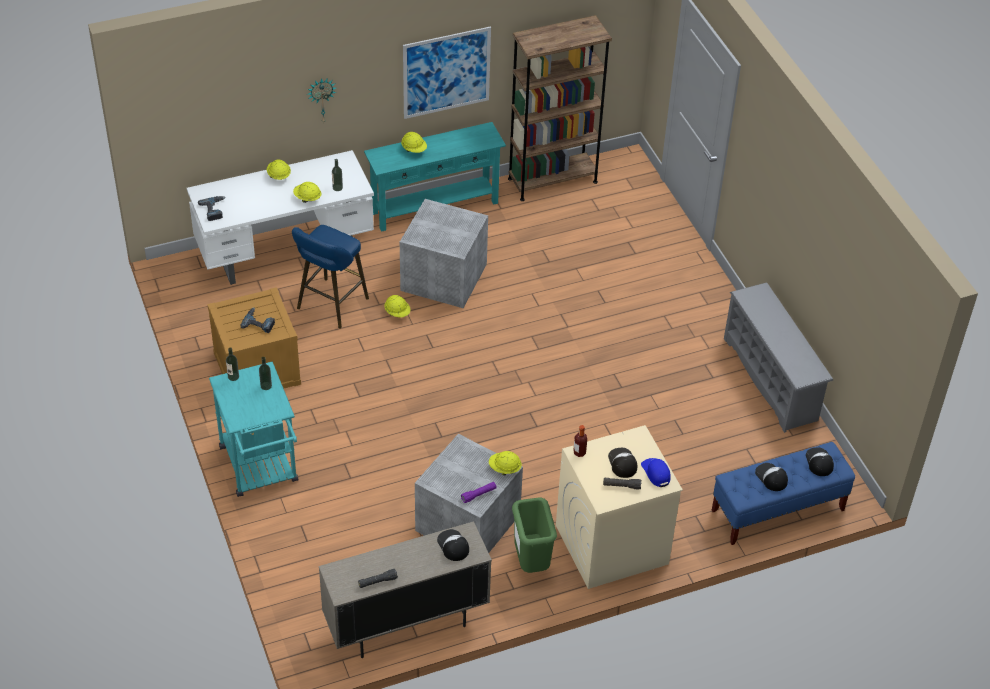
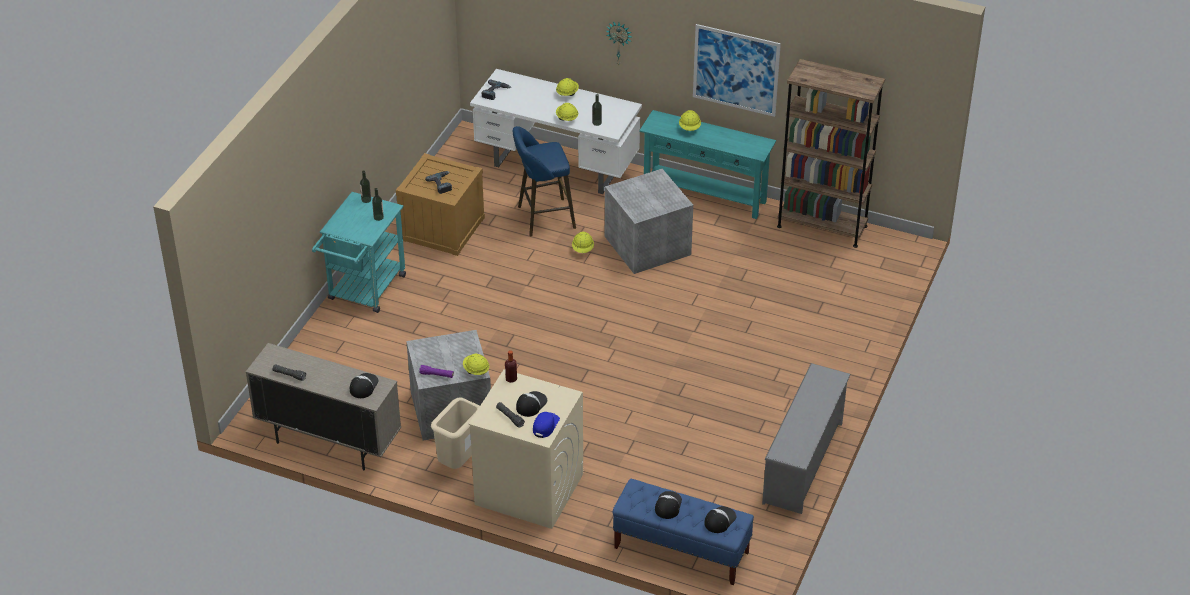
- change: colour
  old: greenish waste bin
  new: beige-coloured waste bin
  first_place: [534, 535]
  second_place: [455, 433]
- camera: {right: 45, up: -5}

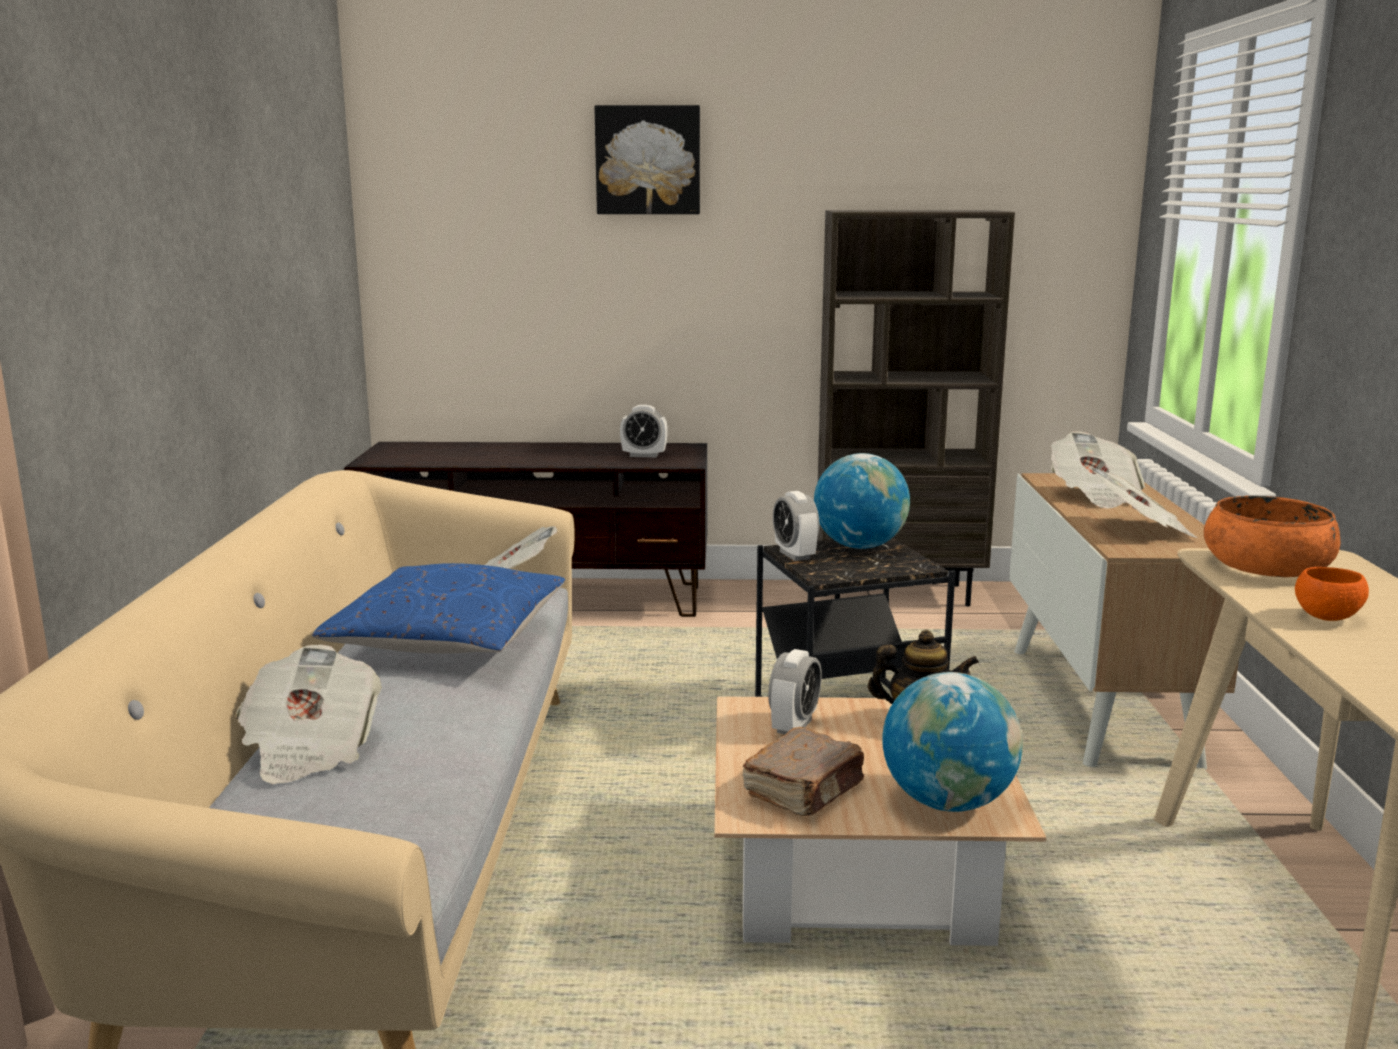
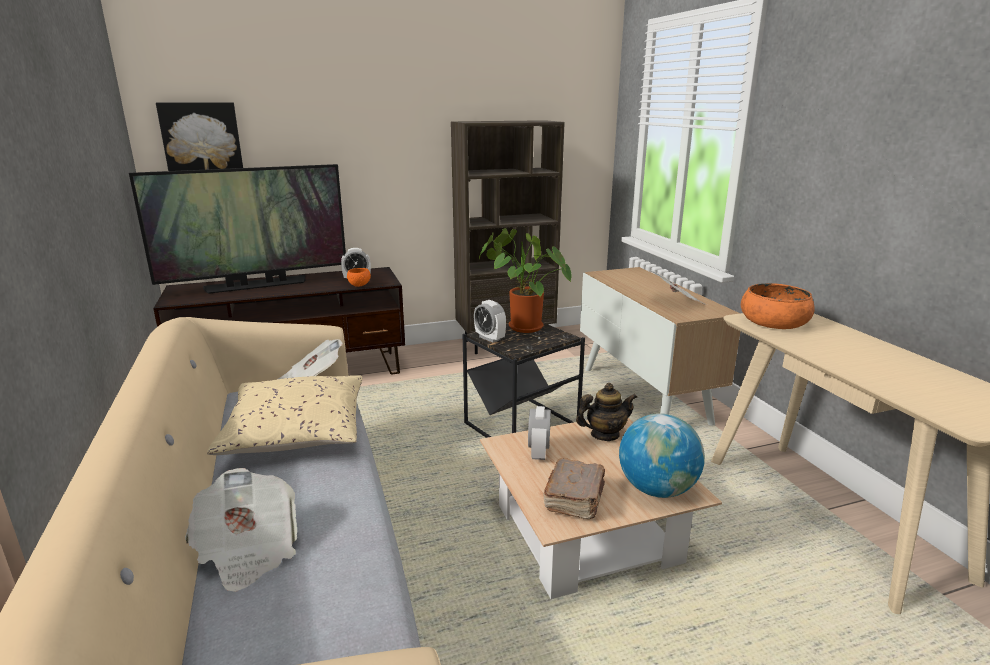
- change: relocated
  old: wall picture
  first_place: [647, 159]
  second_place: [199, 136]
- change: missing
  old: newspaper
  first_place: [1098, 469]
- change: exchanged
  old: globe
  new: houseplant
  first_place: [862, 501]
  second_place: [525, 280]
- change: colour
  old: blue-coloured throw pillow
  new: beige-coloured throw pillow
  first_place: [438, 608]
  second_place: [284, 415]
- change: relocated
  old: orangey serving bowl
  first_place: [1332, 594]
  second_place: [359, 277]
- change: appeared
  new: TV
  second_place: [237, 229]
- camera: {right: -20, up: 5}

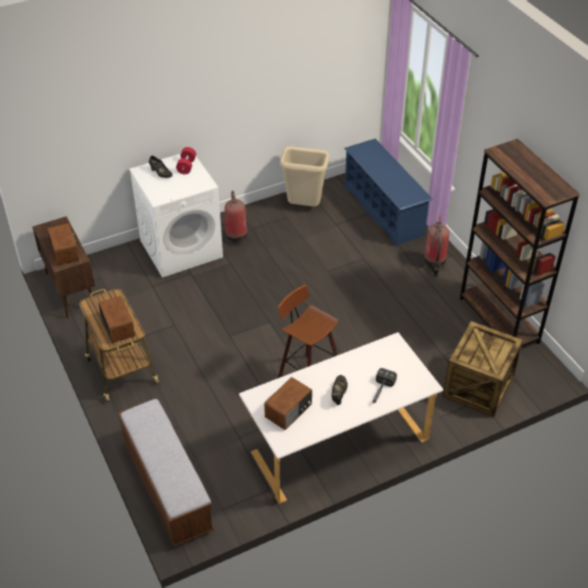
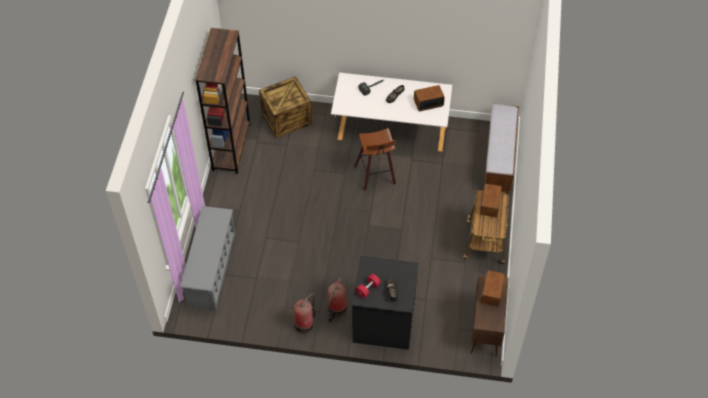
- change: colour
  old: blue-coloured shoe shelf
  new: gray shoe shelf
  first_place: [388, 193]
  second_place: [208, 258]
- change: missing
  old: beige-coloured waste bin
  first_place: [305, 176]
- change: colour
  old: white-coloured laundry appliance
  new: black laundry appliance
  first_place: [176, 216]
  second_place: [385, 303]
- change: relocated
  old: extinguisher
  first_place: [436, 246]
  second_place: [305, 313]
- camera: {right: -145, up: 10}

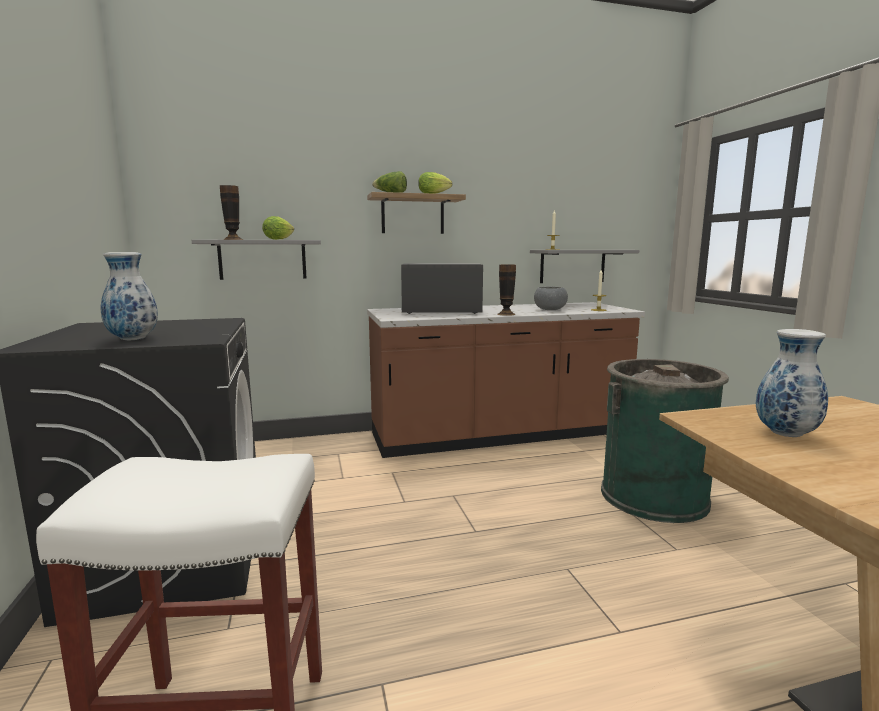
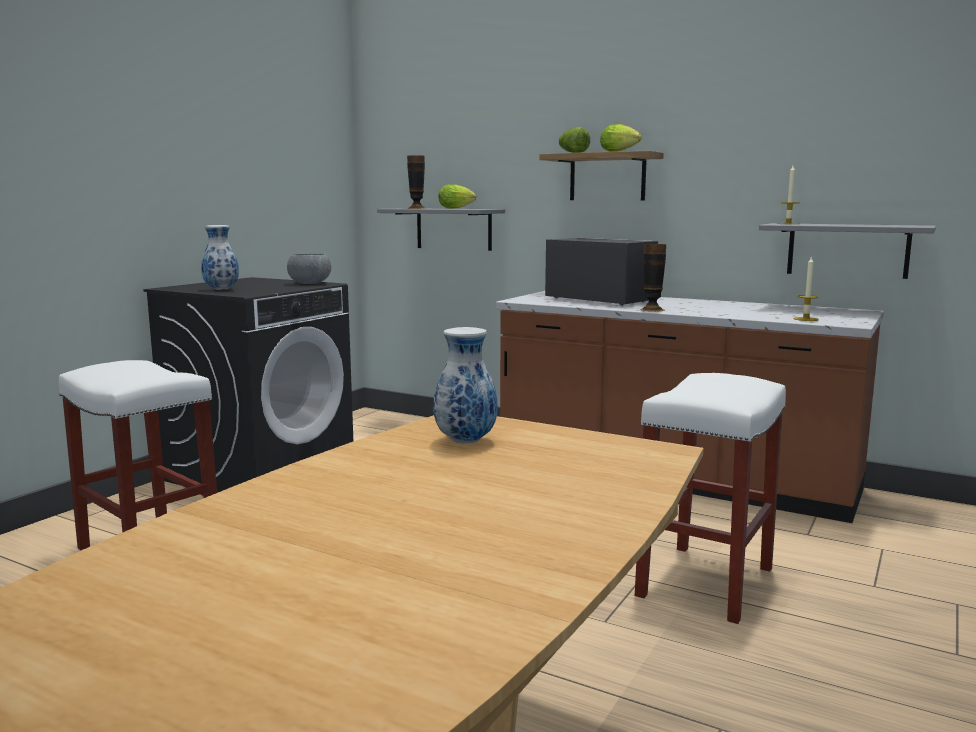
- change: relocated
  old: gray serving bowl
  first_place: [551, 298]
  second_place: [309, 268]
- change: exchanged
  old: greenish waste bin
  new: white-coloured stool
  first_place: [665, 441]
  second_place: [710, 498]
- camera: {right: 45, up: 0}

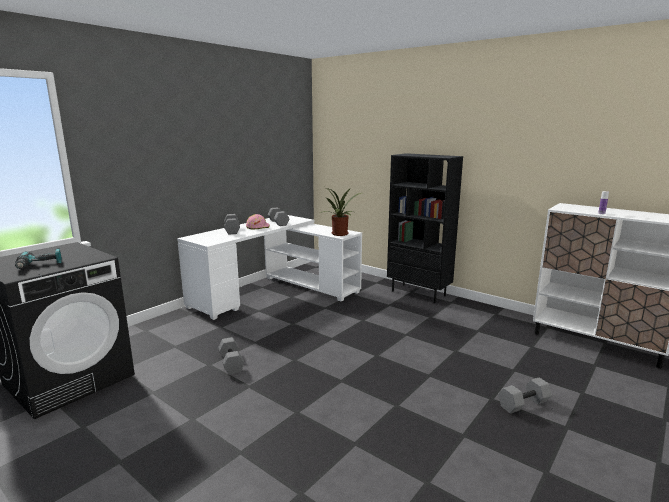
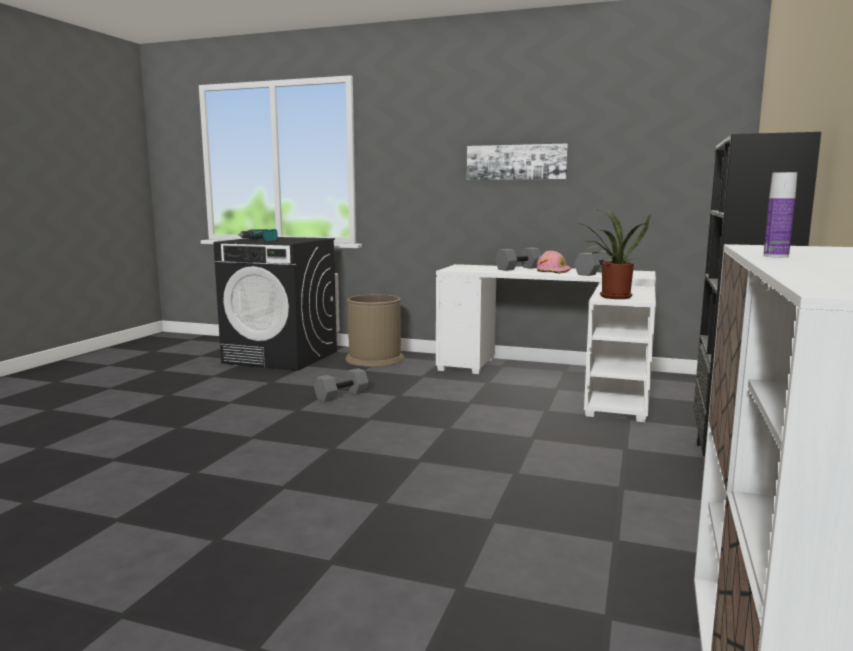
- change: missing
  old: gray dumbbell
  first_place: [525, 395]
- change: appeared
  new: wall picture
  second_place: [517, 162]
- change: appeared
  new: brown waste bin
  second_place: [375, 331]
- camera: {right: 70, up: -5}

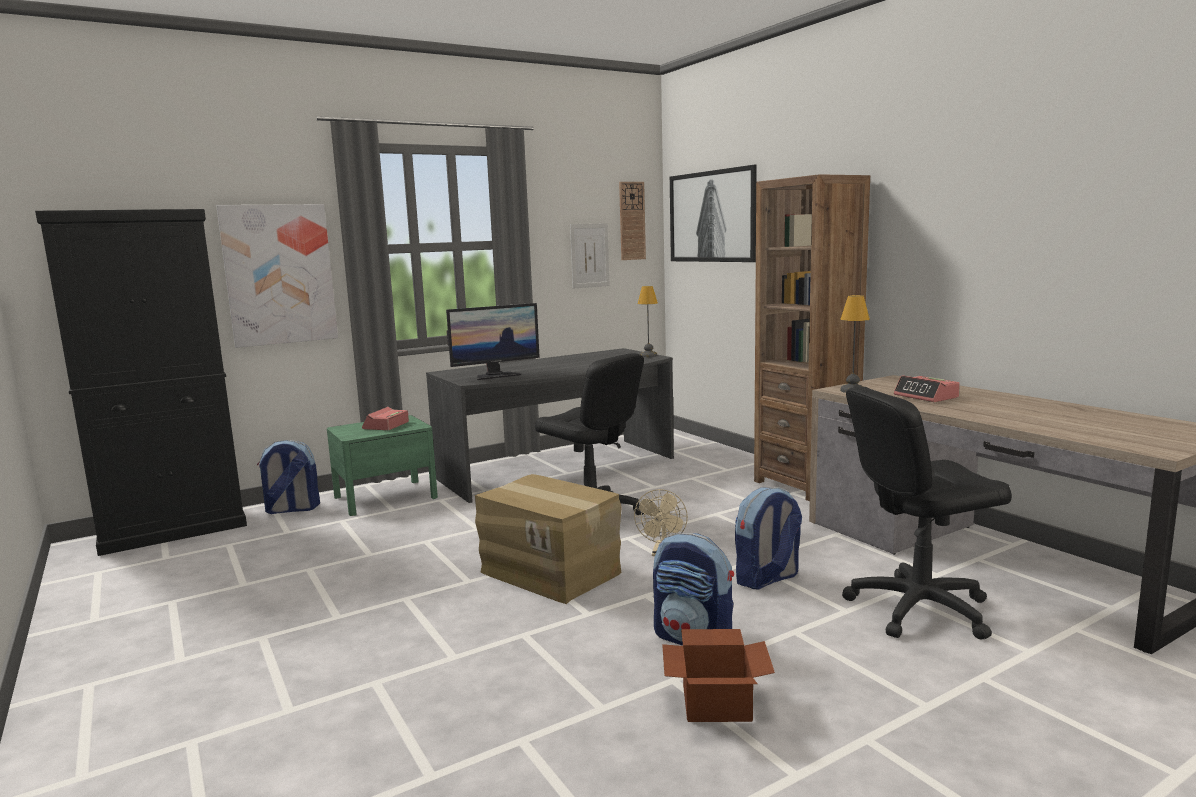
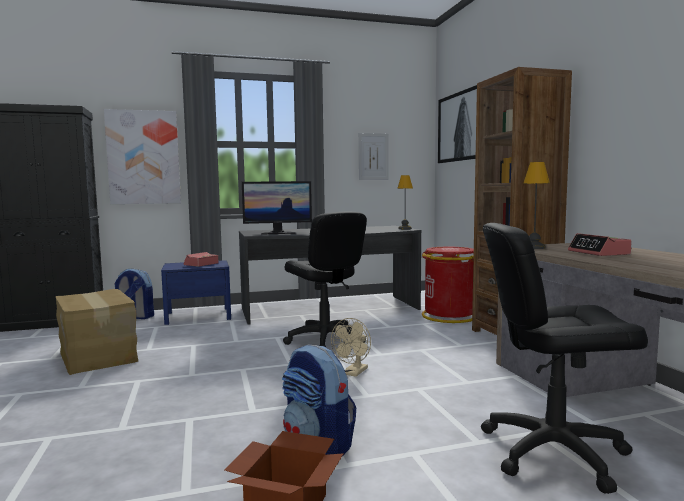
- change: missing
  old: clock on the wall
  first_place: [632, 221]
- change: colour
  old: greenish bedside table
  new: blue-coloured bedside table
  first_place: [382, 465]
  second_place: [196, 292]
- change: relocated
  old: packing box
  first_place: [548, 539]
  second_place: [97, 332]
- change: missing
  old: rucksack
  first_place: [768, 538]
- change: appeared
  new: red waste bin
  second_place: [448, 285]
- camera: {right: 15, up: -5}

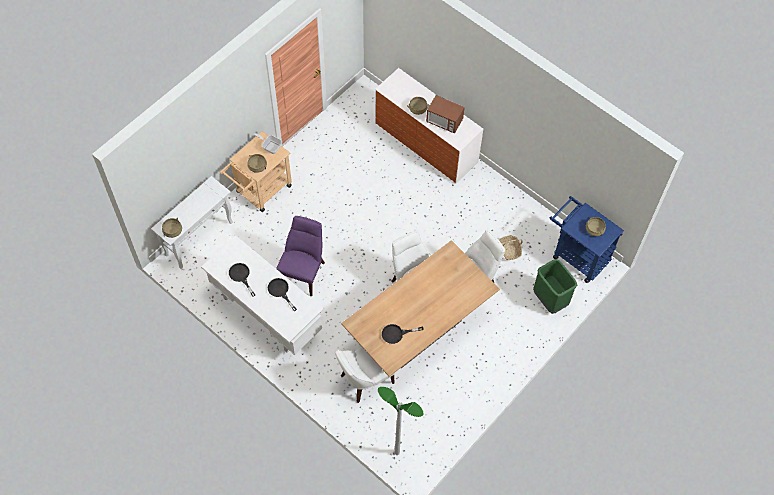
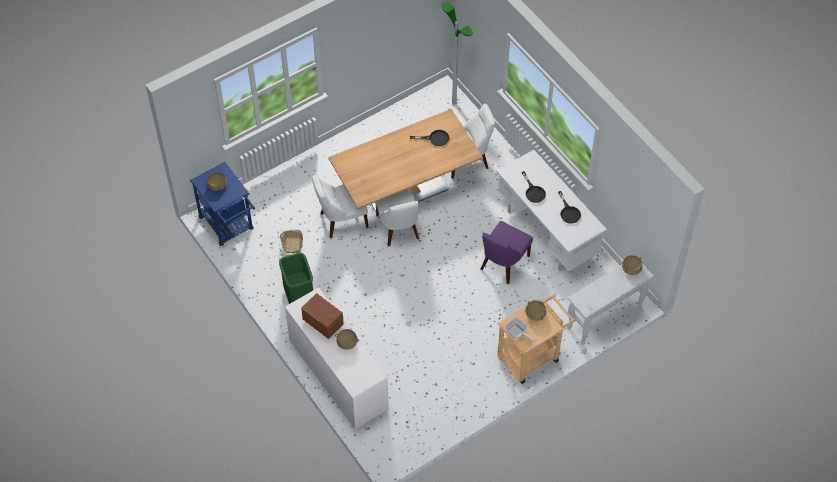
- change: relocated
  old: greenish waste bin
  first_place: [555, 286]
  second_place: [296, 278]
- camera: {right: -165, up: -5}

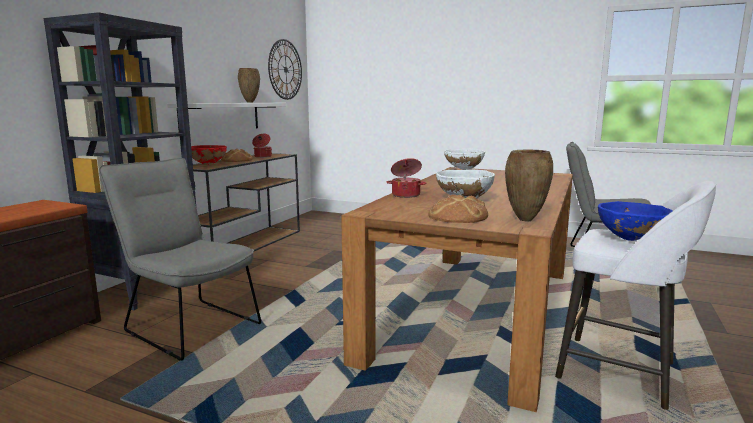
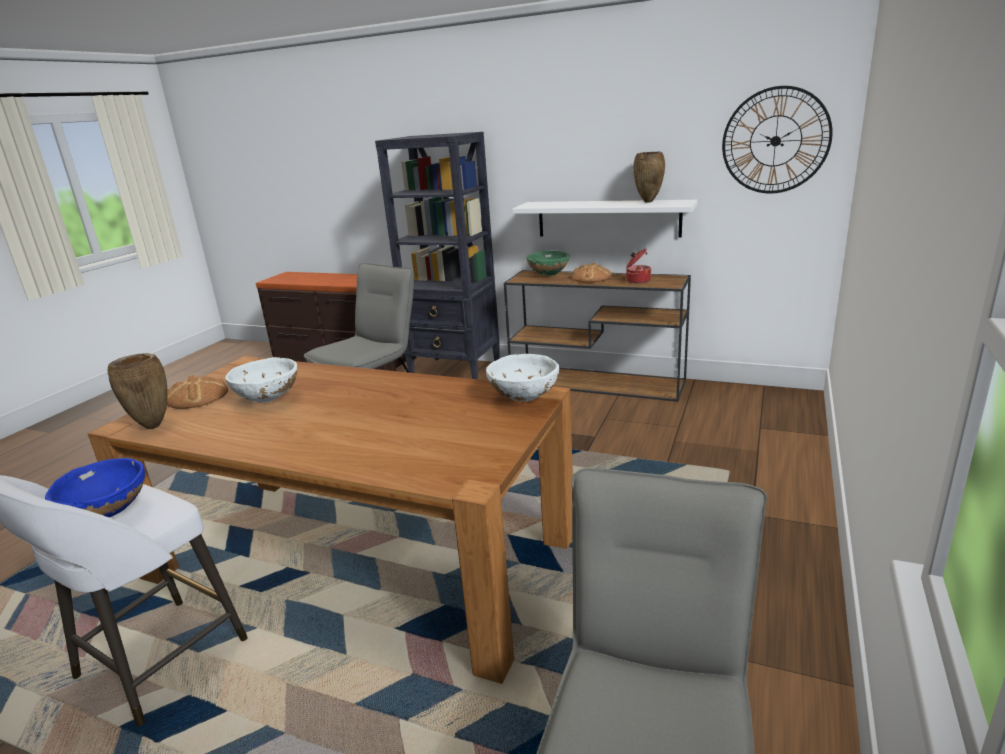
- change: colour
  old: red serving bowl
  new: greenish serving bowl
  first_place: [209, 155]
  second_place: [547, 263]
- change: missing
  old: stockpot
  first_place: [406, 178]
- camera: {right: 90, up: 10}

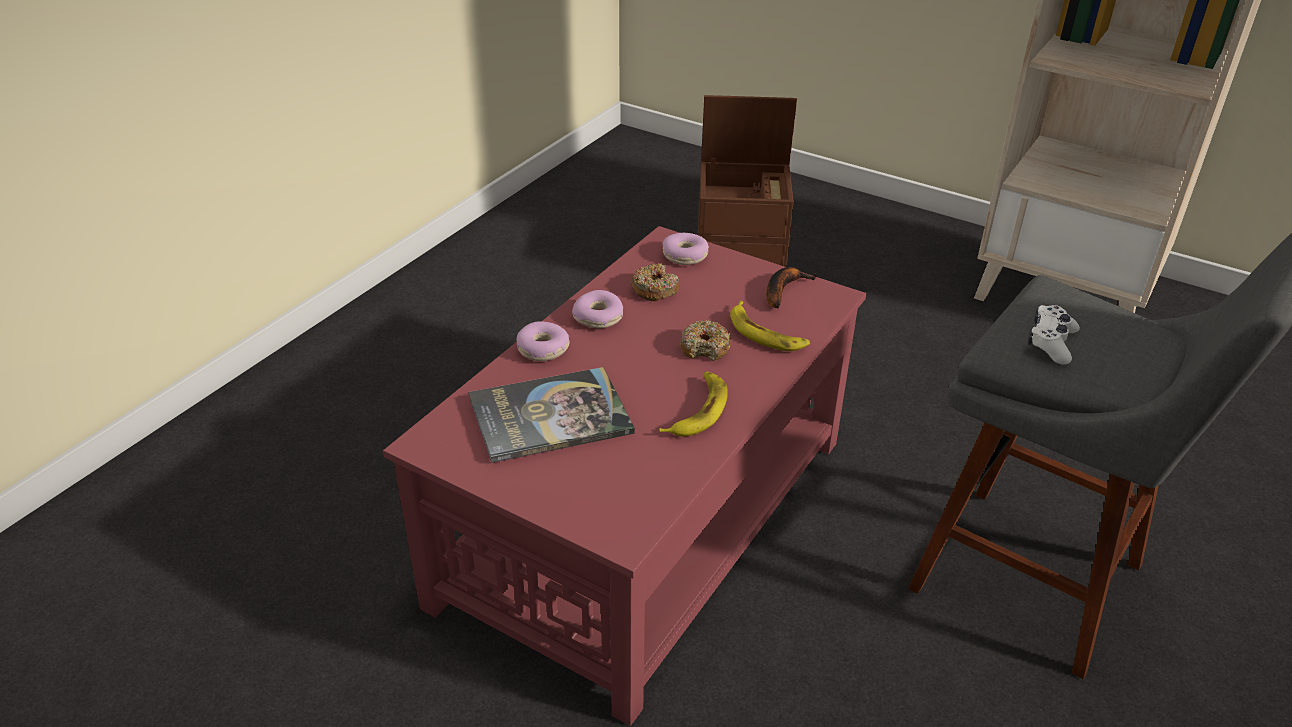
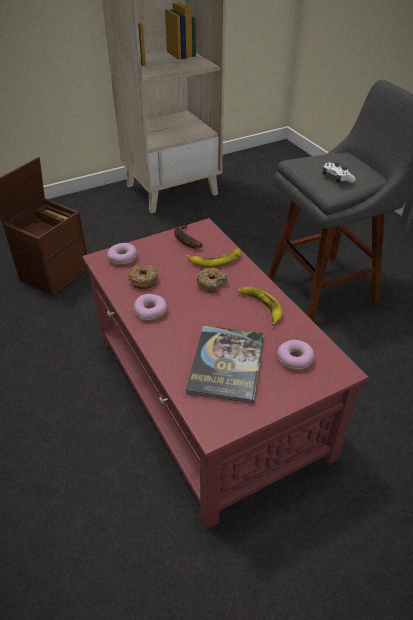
- change: relocated
  old: donut
  first_place: [543, 341]
  second_place: [295, 355]
- camera: {right: -60, up: 5}

